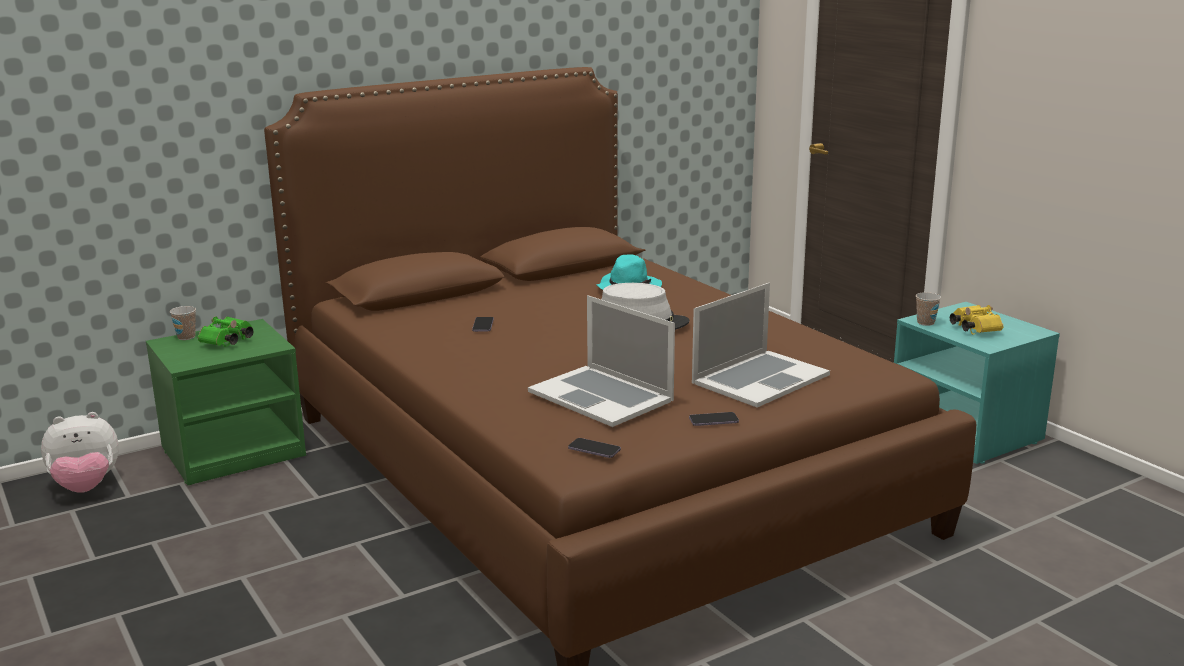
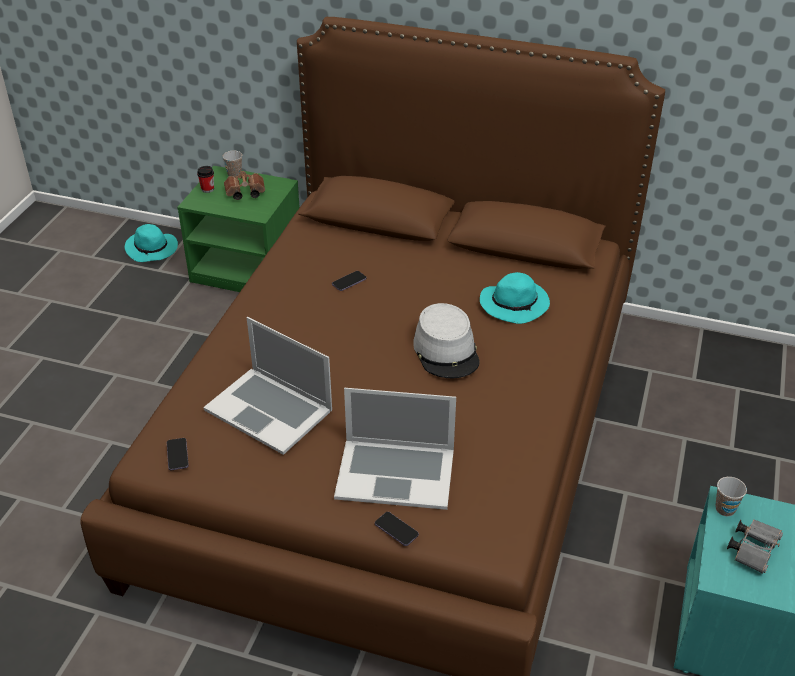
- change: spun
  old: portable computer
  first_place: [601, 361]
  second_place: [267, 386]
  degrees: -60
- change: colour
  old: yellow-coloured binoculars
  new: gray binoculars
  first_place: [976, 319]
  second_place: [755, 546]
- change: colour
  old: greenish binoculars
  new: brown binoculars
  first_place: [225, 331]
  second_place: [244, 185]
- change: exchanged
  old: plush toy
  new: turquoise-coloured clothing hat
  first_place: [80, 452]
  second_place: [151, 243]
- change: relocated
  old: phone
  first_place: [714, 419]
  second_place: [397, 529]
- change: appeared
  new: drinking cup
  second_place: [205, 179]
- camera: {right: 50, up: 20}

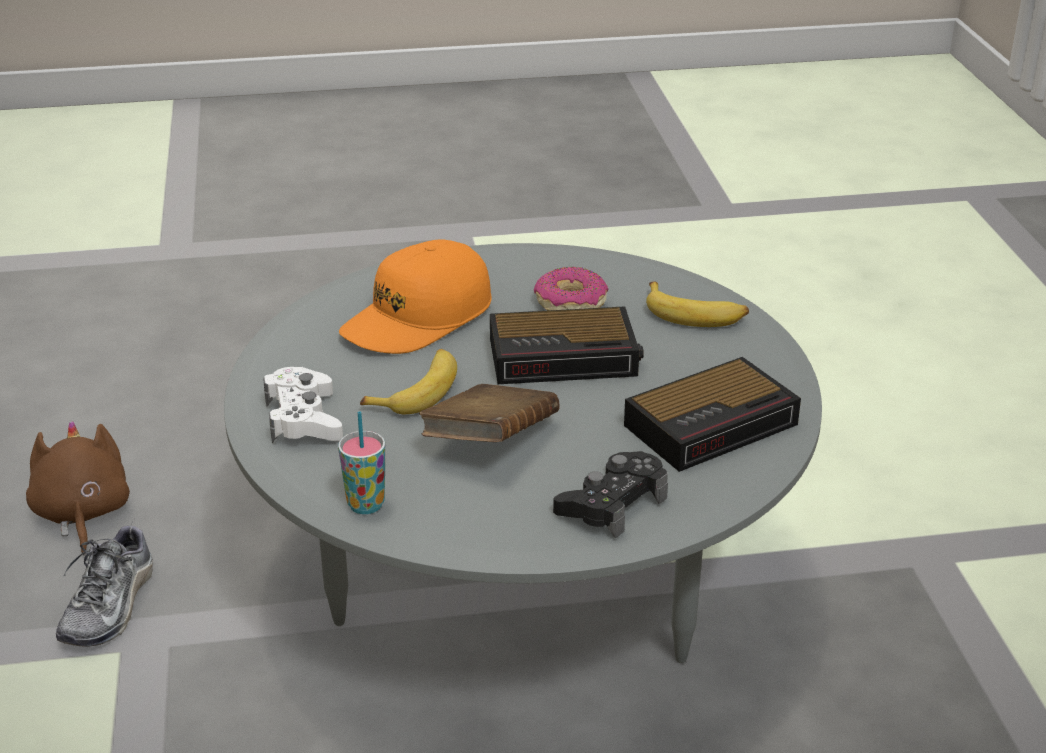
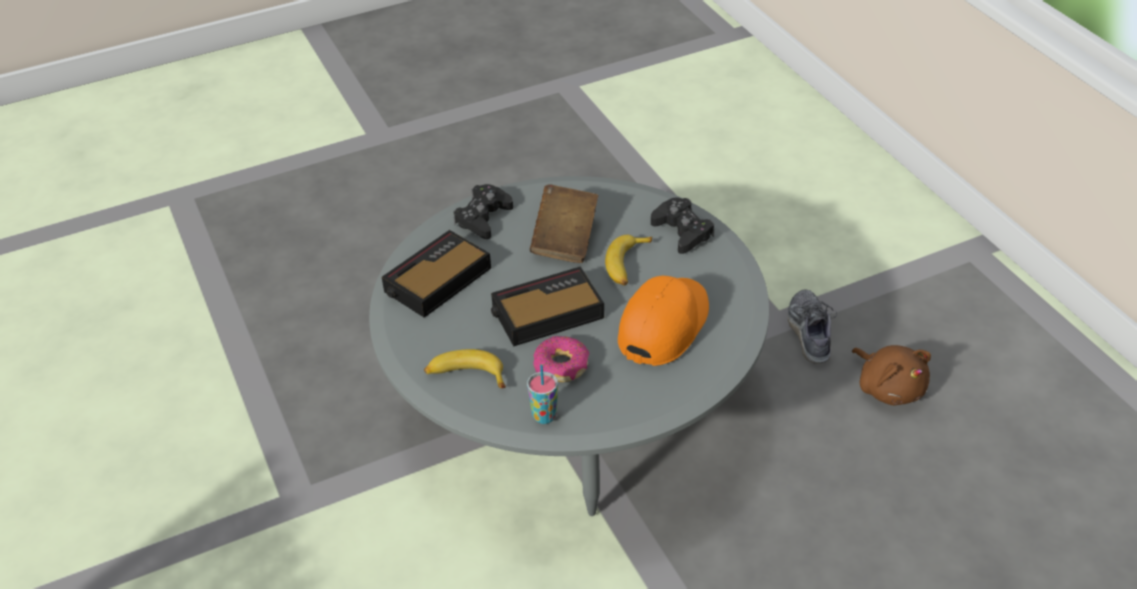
- change: colour
  old: white-coloured game controller
  new: black game controller
  first_place: [303, 405]
  second_place: [682, 225]
- change: relocated
  old: drinking cup
  first_place: [361, 463]
  second_place: [542, 394]
- camera: {right: 165, up: 10}

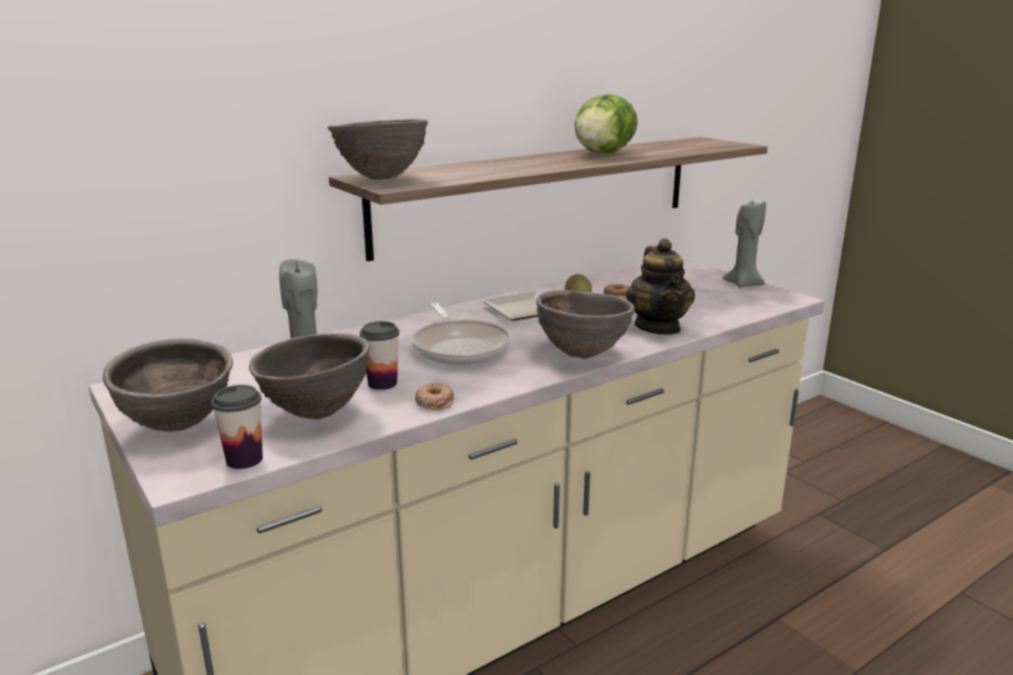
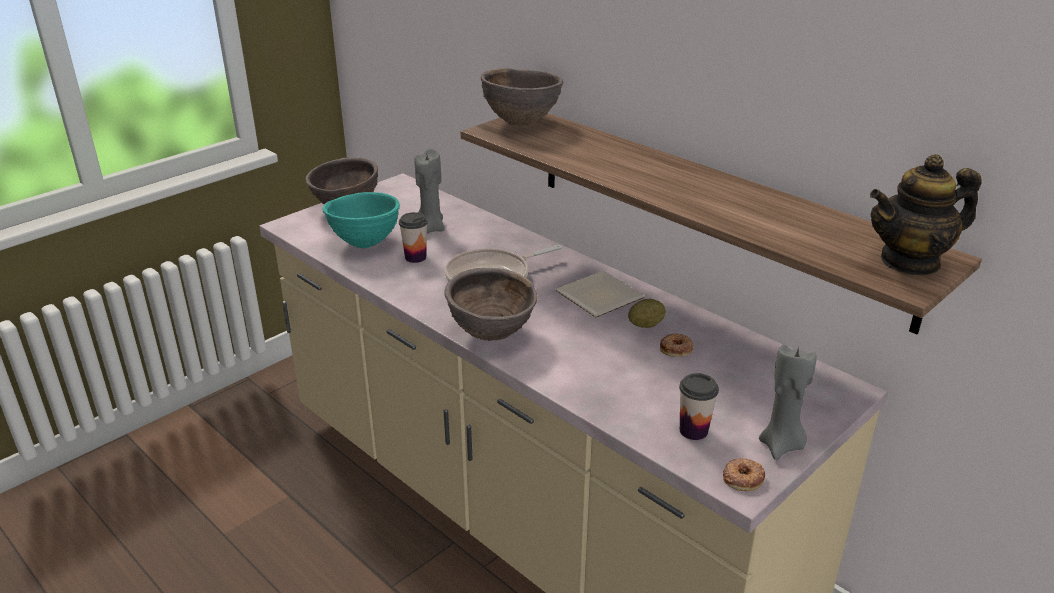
- change: missing
  old: head of lettuce
  first_place: [606, 123]
- change: relocated
  old: teapot
  first_place: [660, 286]
  second_place: [925, 215]
- change: colour
  old: brown serving bowl
  new: turquoise-coloured serving bowl
  first_place: [309, 376]
  second_place: [361, 220]
- change: relocated
  old: donut
  first_place: [434, 396]
  second_place: [744, 474]
- change: relocated
  old: drinking cup
  first_place: [237, 427]
  second_place: [699, 406]
- camera: {right: 80, up: 10}

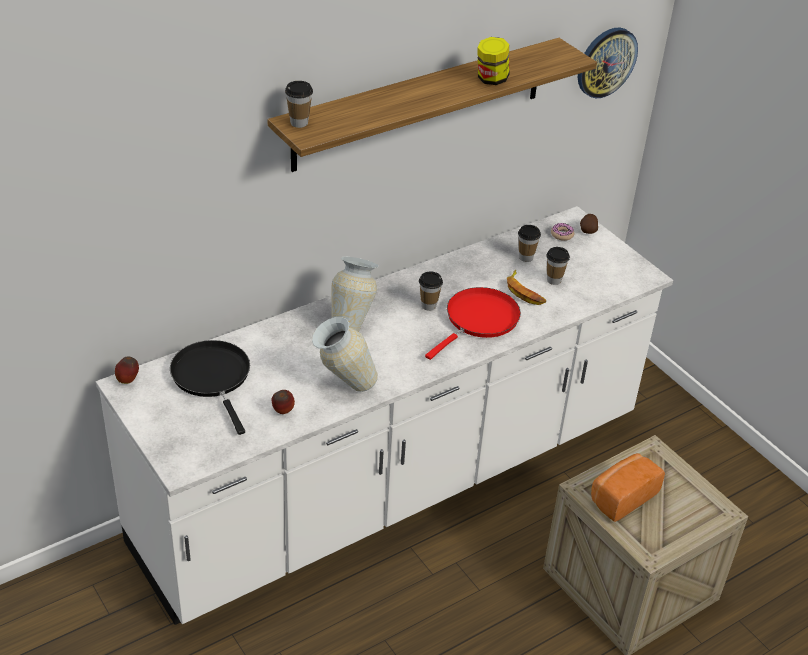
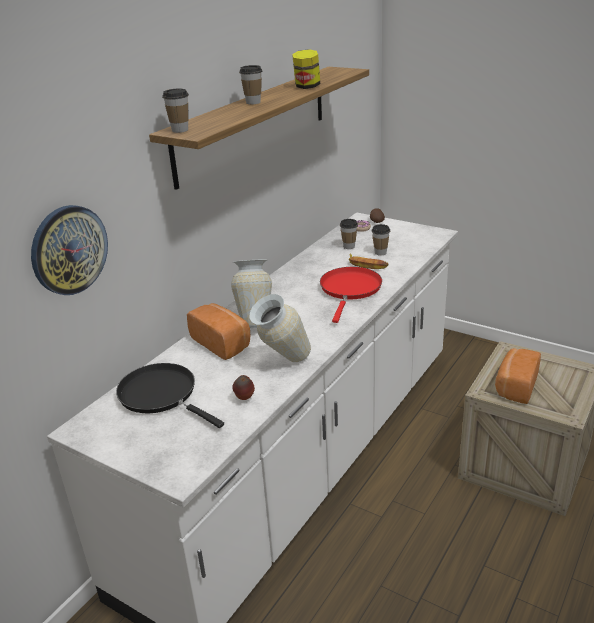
- change: relocated
  old: clock on the wall
  first_place: [608, 63]
  second_place: [69, 250]
- change: relocated
  old: drinking cup
  first_place: [431, 291]
  second_place: [250, 85]
- change: missing
  old: whole apple
  first_place: [127, 370]
- change: appeared
  new: bread
  second_place: [218, 331]
- camera: {right: -20, up: -10}

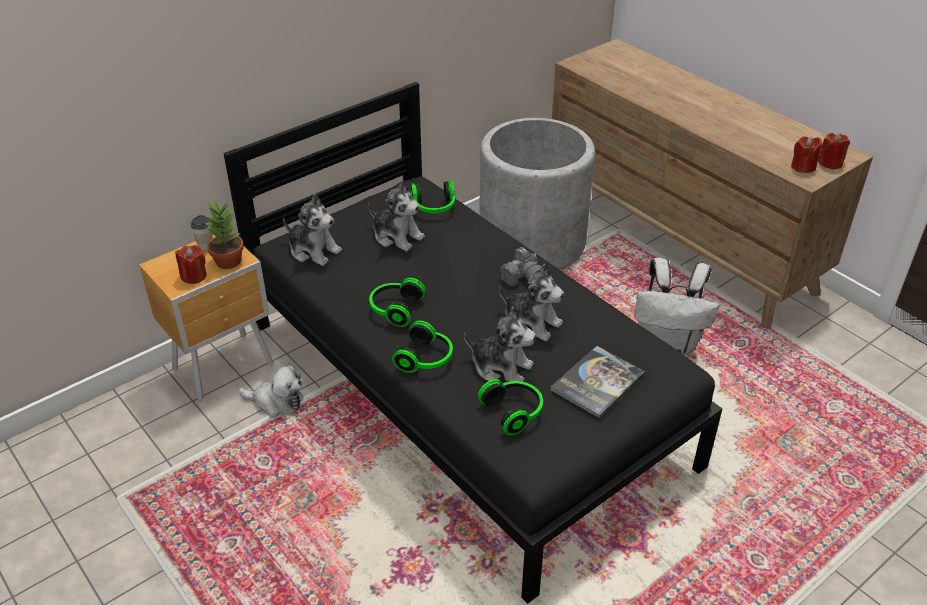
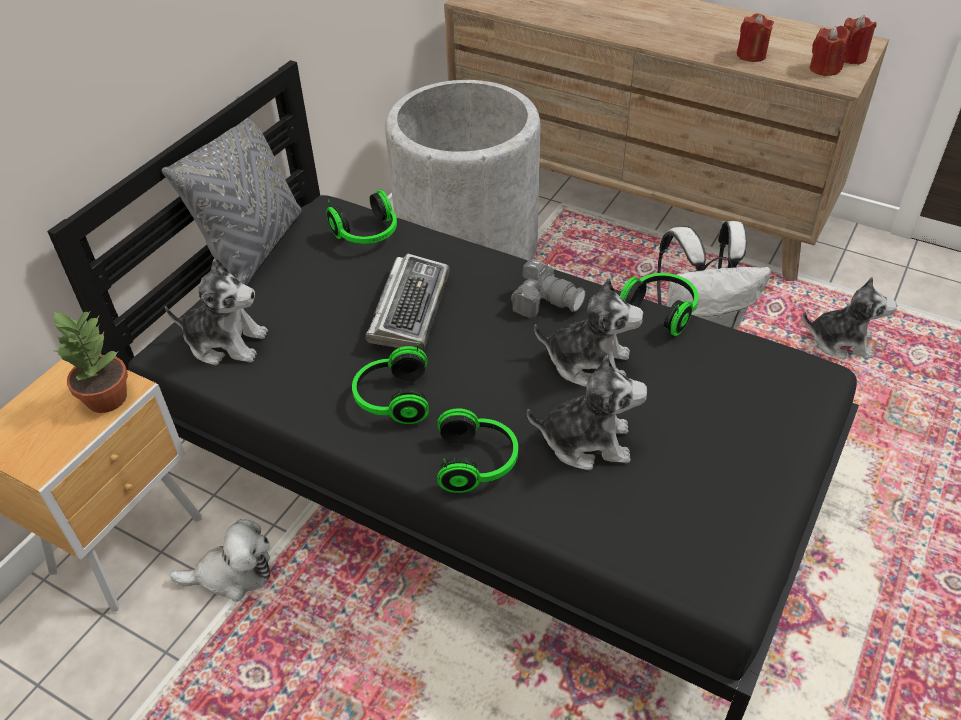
- change: relocated
  old: plush toy
  first_place: [396, 216]
  second_place: [850, 318]
- change: missing
  old: drinking cup
  first_place: [202, 233]
- change: relocated
  old: red wax light
  first_place: [191, 264]
  second_place: [755, 37]
- change: missing
  old: book
  first_place: [598, 382]
- change: relocated
  old: headset
  first_place: [510, 407]
  second_place: [659, 304]
- change: appeared
  new: gray throw pillow
  second_place: [232, 190]
- change: appeared
  new: PC keyboard
  second_place: [407, 302]
- camera: {right: -20, up: 5}

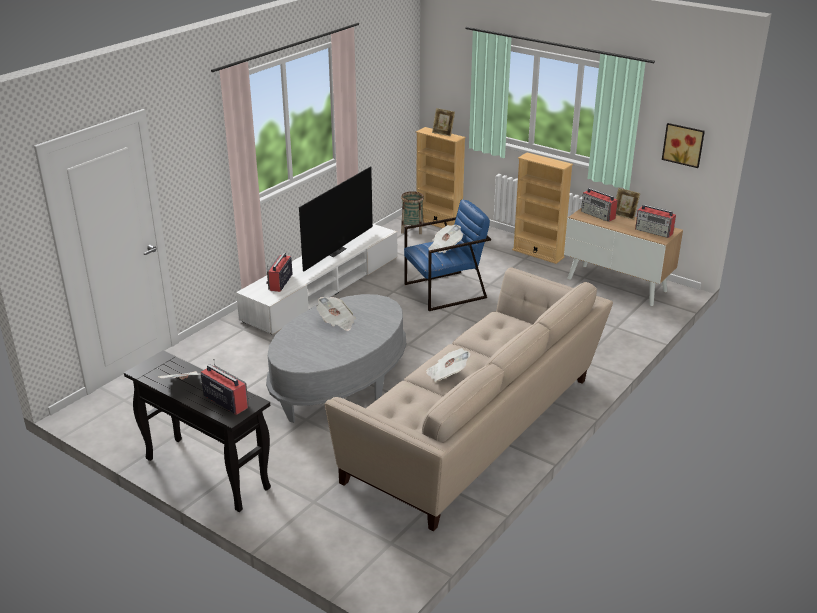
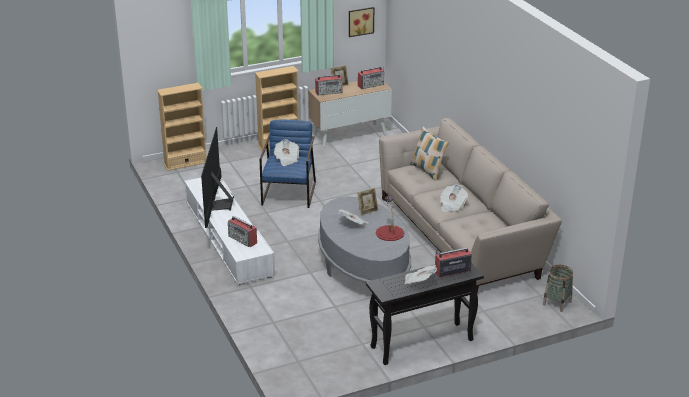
- change: relocated
  old: photo frame
  first_place: [443, 122]
  second_place: [367, 202]
- change: spun
  old: TV
  first_place: [336, 219]
  second_place: [217, 177]
  degrees: -150
- change: relocated
  old: basket
  first_place: [412, 212]
  second_place: [558, 288]
- change: appeared
  new: throw pillow
  second_place: [429, 154]
- change: appeared
  new: red table lamp
  second_place: [390, 218]
- camera: {right: -60, up: 0}

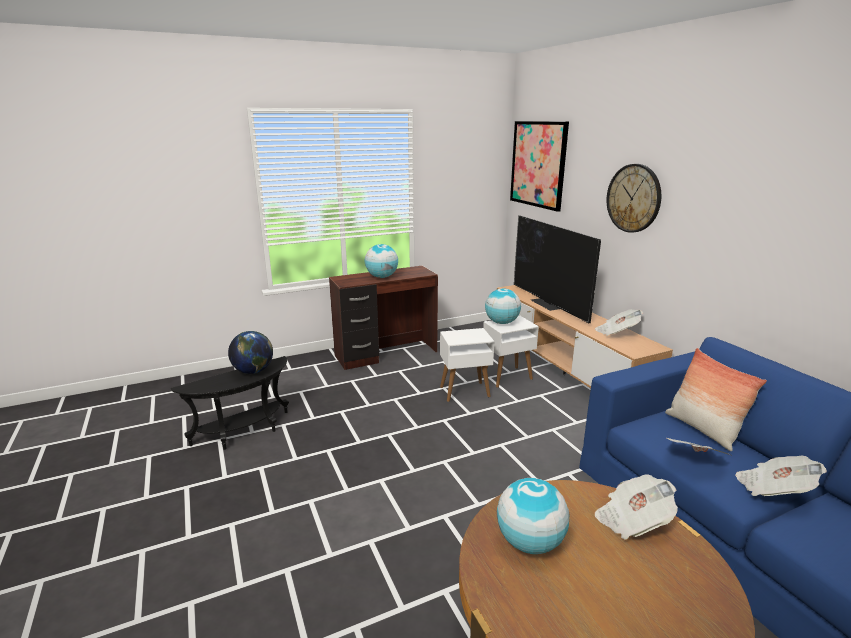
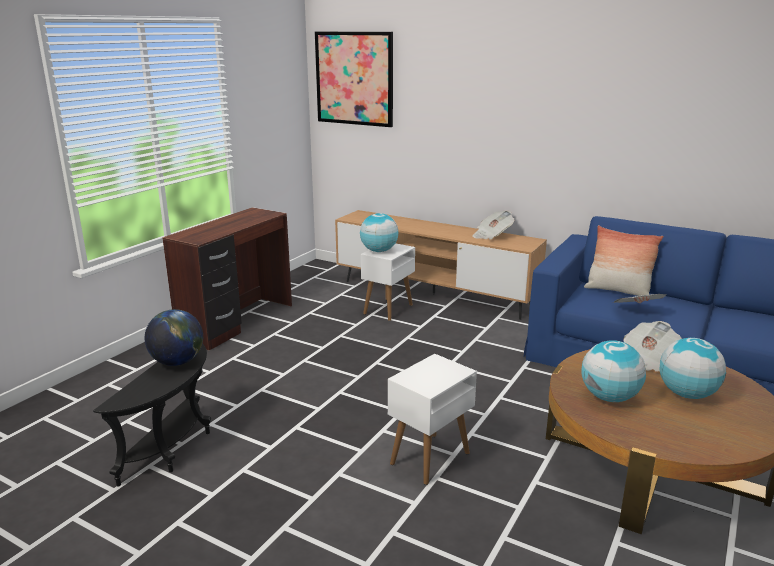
- change: missing
  old: clock on the wall
  first_place: [633, 198]
- change: missing
  old: TV
  first_place: [557, 269]
- change: relocated
  old: globe
  first_place: [381, 261]
  second_place: [693, 368]
- change: relocated
  old: white-coloured end table
  first_place: [467, 365]
  second_place: [432, 419]
- change: missing
  old: newspaper
  first_place: [781, 476]
- camera: {right: -35, up: 0}

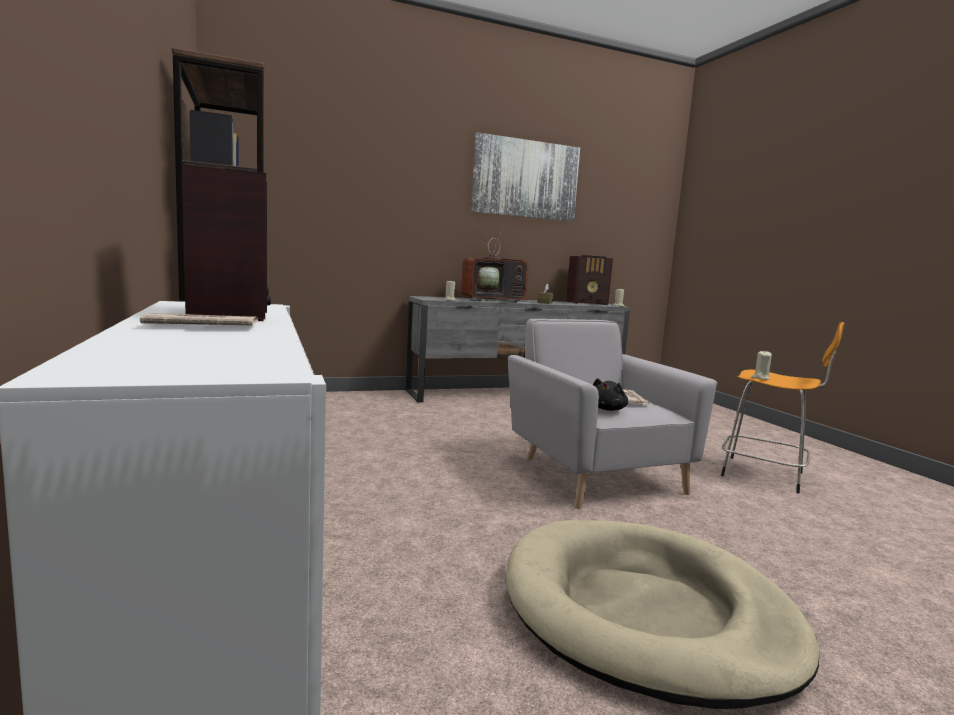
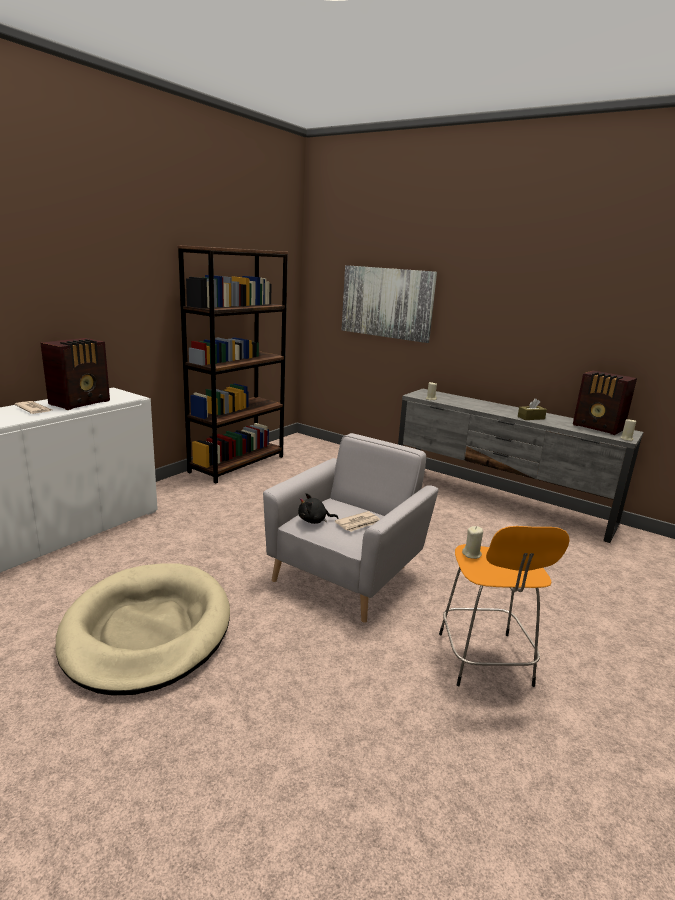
- change: relocated
  old: wall picture
  first_place: [525, 176]
  second_place: [389, 304]
- change: missing
  old: TV
  first_place: [495, 263]
- camera: {right: 55, up: 10}

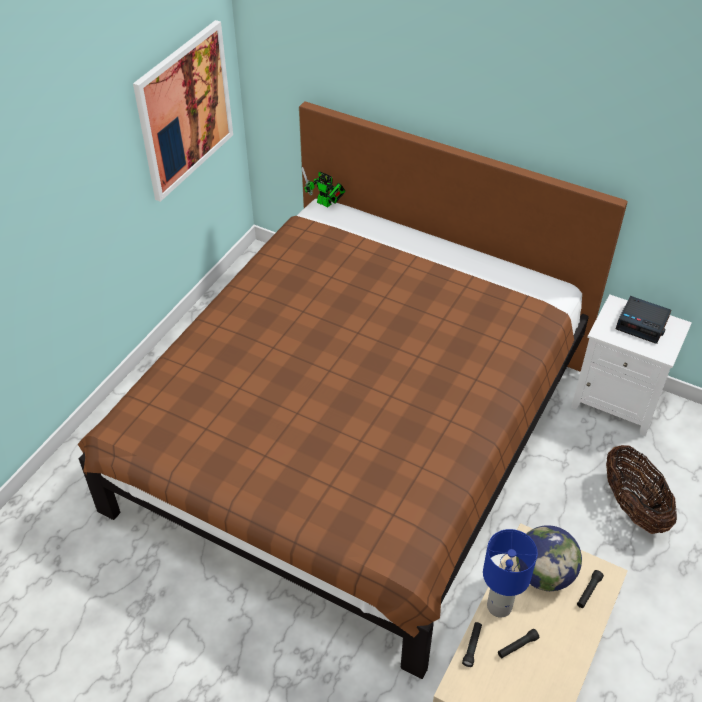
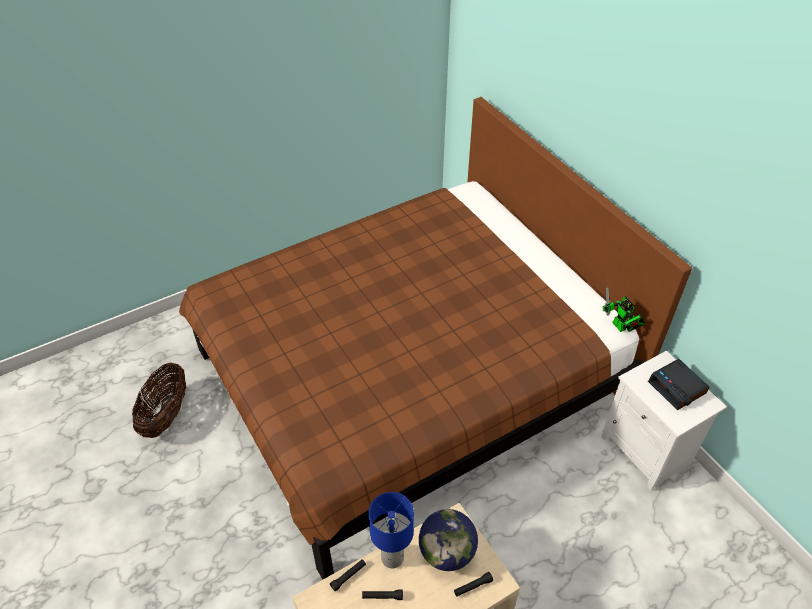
- change: missing
  old: wall picture
  first_place: [183, 111]
- change: relocated
  old: robot figure
  first_place: [323, 187]
  second_place: [624, 309]
- change: relocated
  old: basket
  first_place: [641, 489]
  second_place: [159, 400]
- camera: {right: 30, up: 0}

